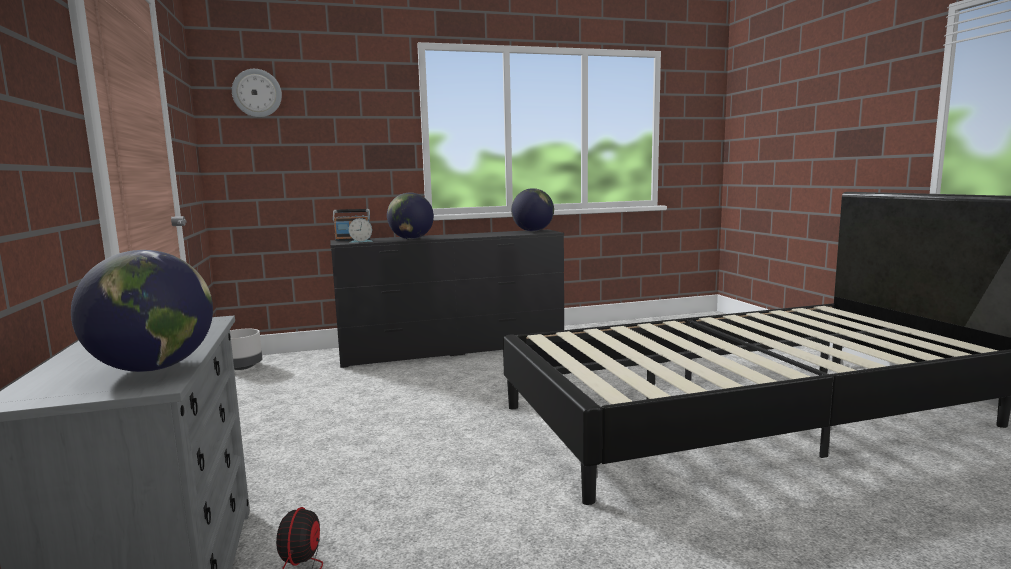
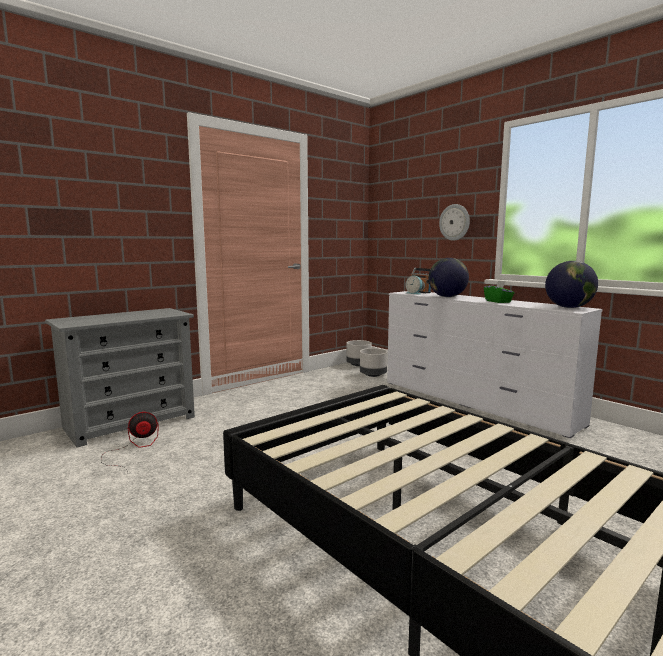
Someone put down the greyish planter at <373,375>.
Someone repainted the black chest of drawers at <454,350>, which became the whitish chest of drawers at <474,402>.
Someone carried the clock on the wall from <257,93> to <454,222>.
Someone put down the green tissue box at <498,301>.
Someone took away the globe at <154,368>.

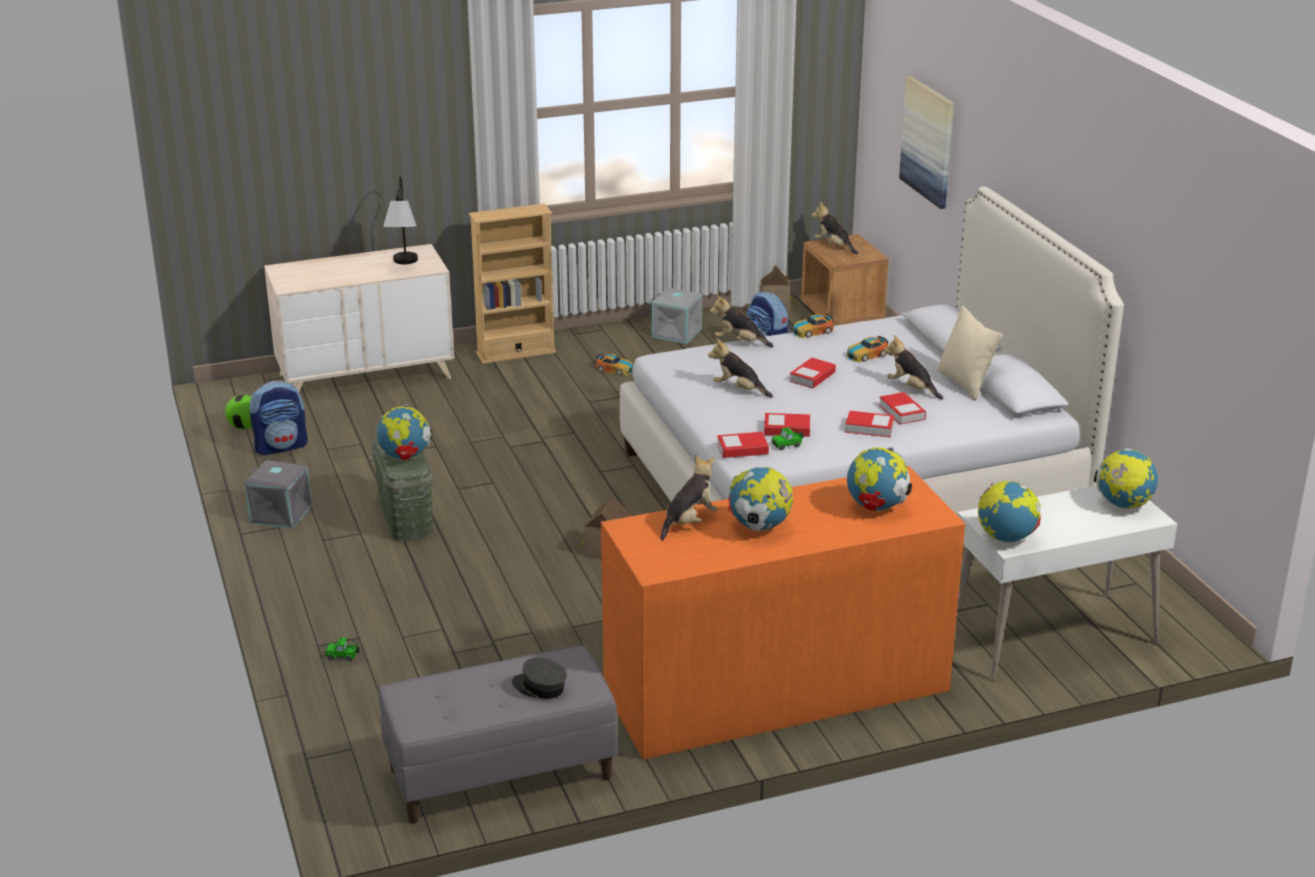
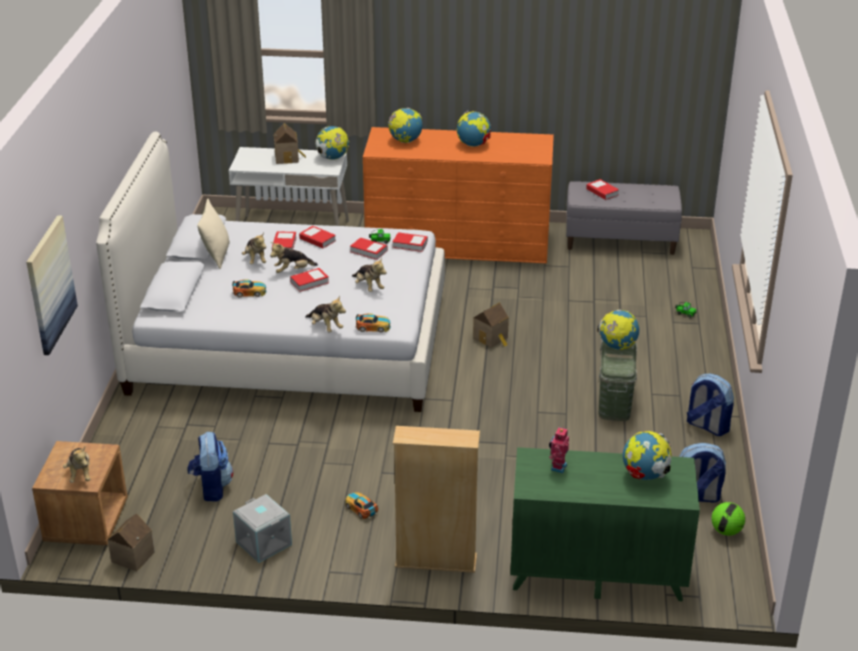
Someone carried the cuddly toy from <689,522> to <292,271>.
Someone put down the model house at <288,158>.
Someone carried the toy car from <812,331> to <373,327>.
Someone repainted the sand-coloured chest of drawers at <366,376>, which became the green chest of drawers at <596,571>.
Someone swapped the table lamp at <403,266> for the model robot at <557,467>.
Someone swapped the greyish baseball cap at <539,687> for the book at <602,192>.
Someone carried the globe from <1123,505> to <644,475>.
Someone swapped the greyish storage box at <281,514> for the backpack at <706,426>.

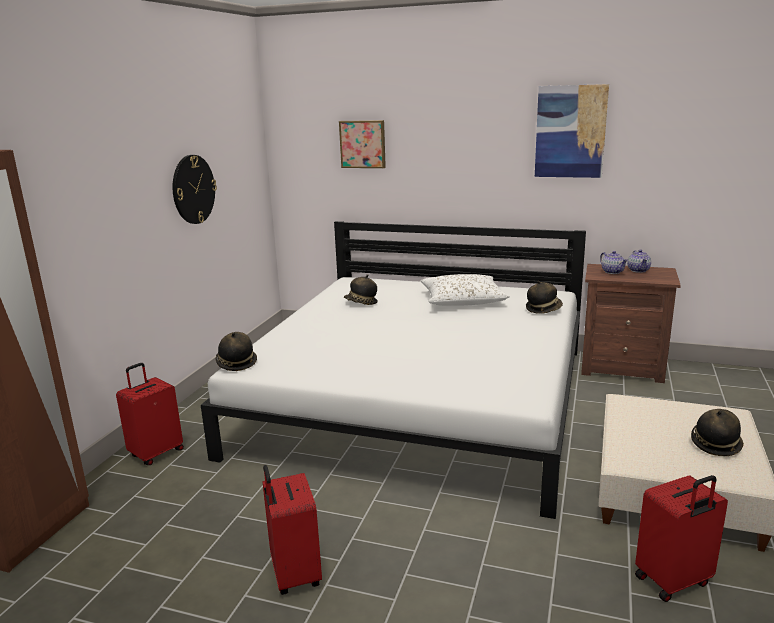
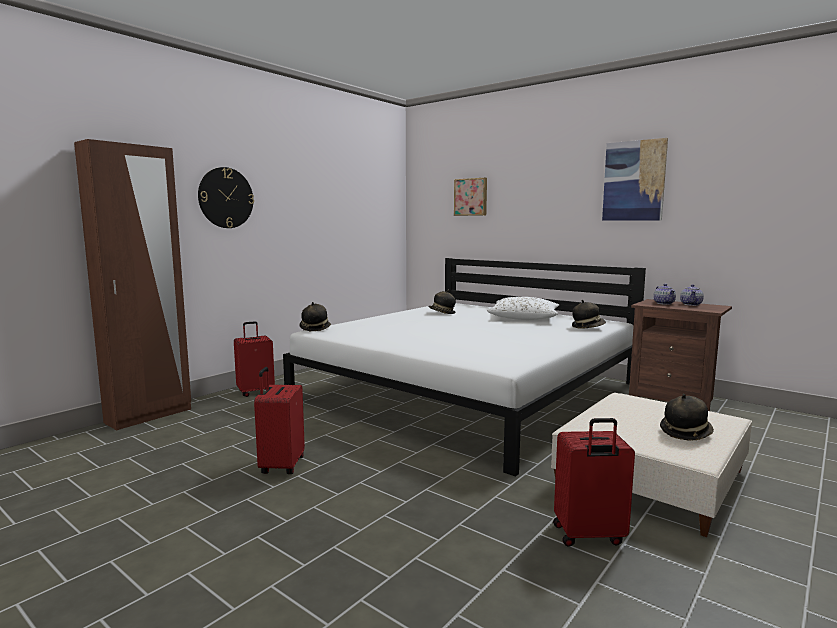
Someone carried the clock on the wall from <193,189> to <226,198>.

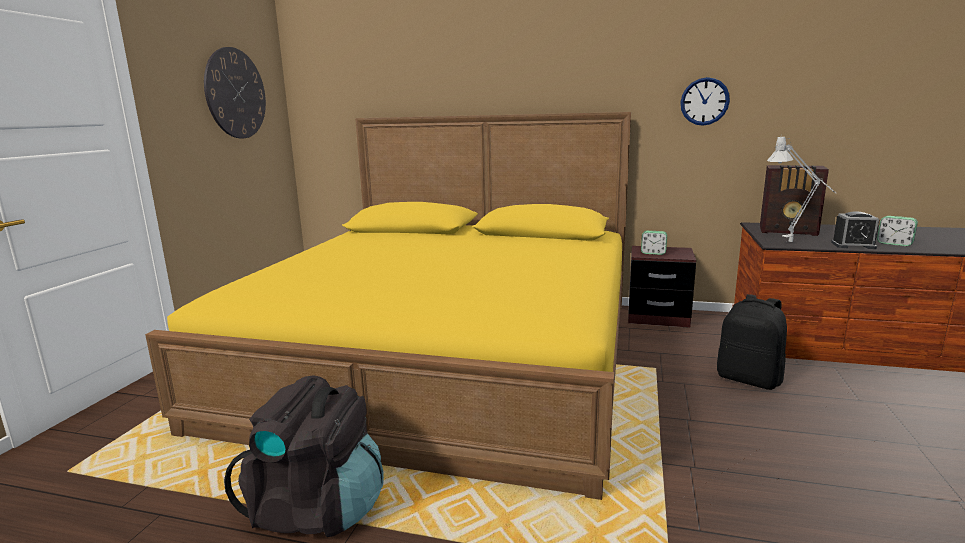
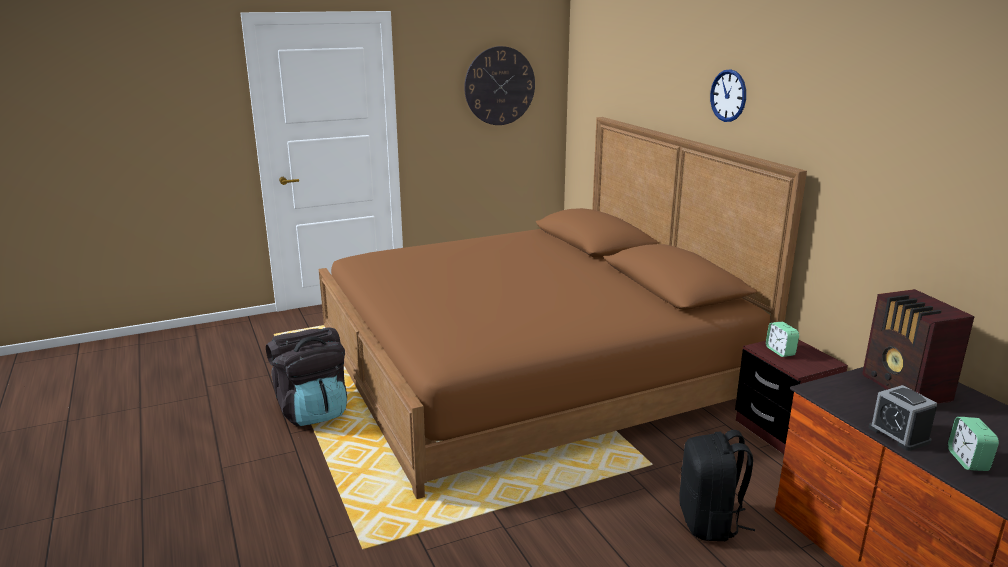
Someone repainted the yellowish bed at <446,356>, which became the brown-coloured bed at <530,368>.
Someone carried the clock on the wall from <704,101> to <728,95>.
Someone took away the greyish table lamp at <794,243>.

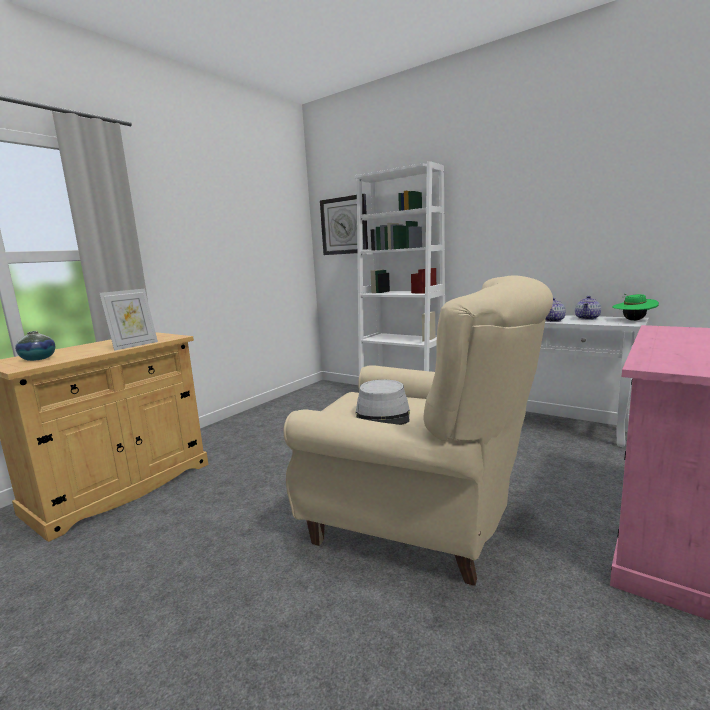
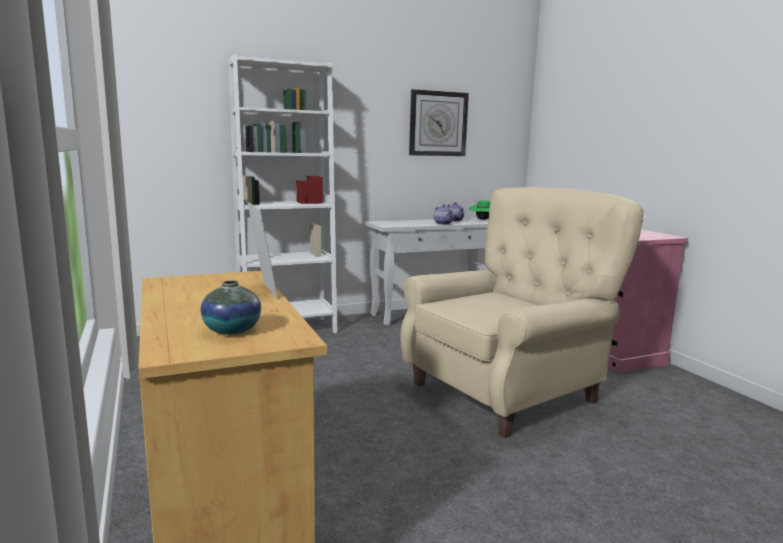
Someone carried the clock on the wall from <344,226> to <438,124>.
Someone took away the greyish wearable hat at <383,415>.

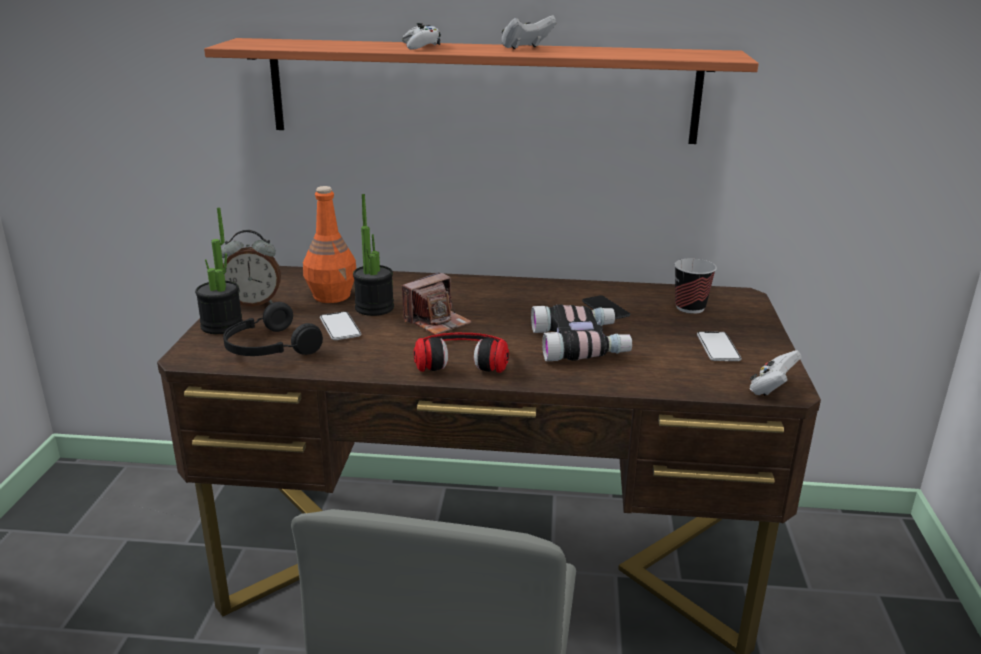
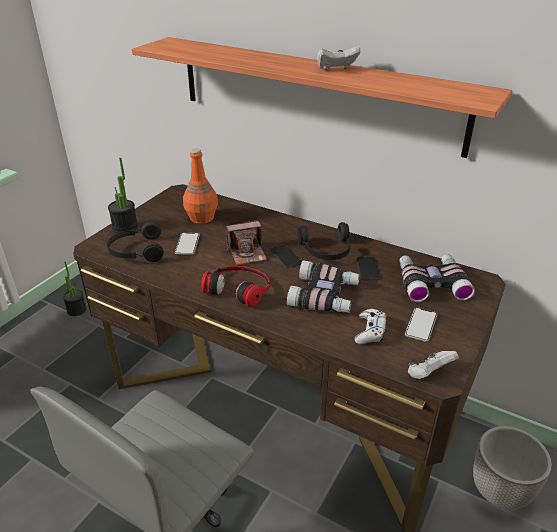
Someone carried the plant in a pot from <374,308> to <76,310>.
Someone put down the handset at <285,257>.
Someone put down the black pair of headphones at <326,250>.
Someone carried the whitish gamepad from <421,46> to <370,331>.
Someone swapped the drinking cup at <690,307> for the binoculars at <431,283>.
Someone put down the planter at <500,492>.
Someone took away the alarm clock at <254,302>.

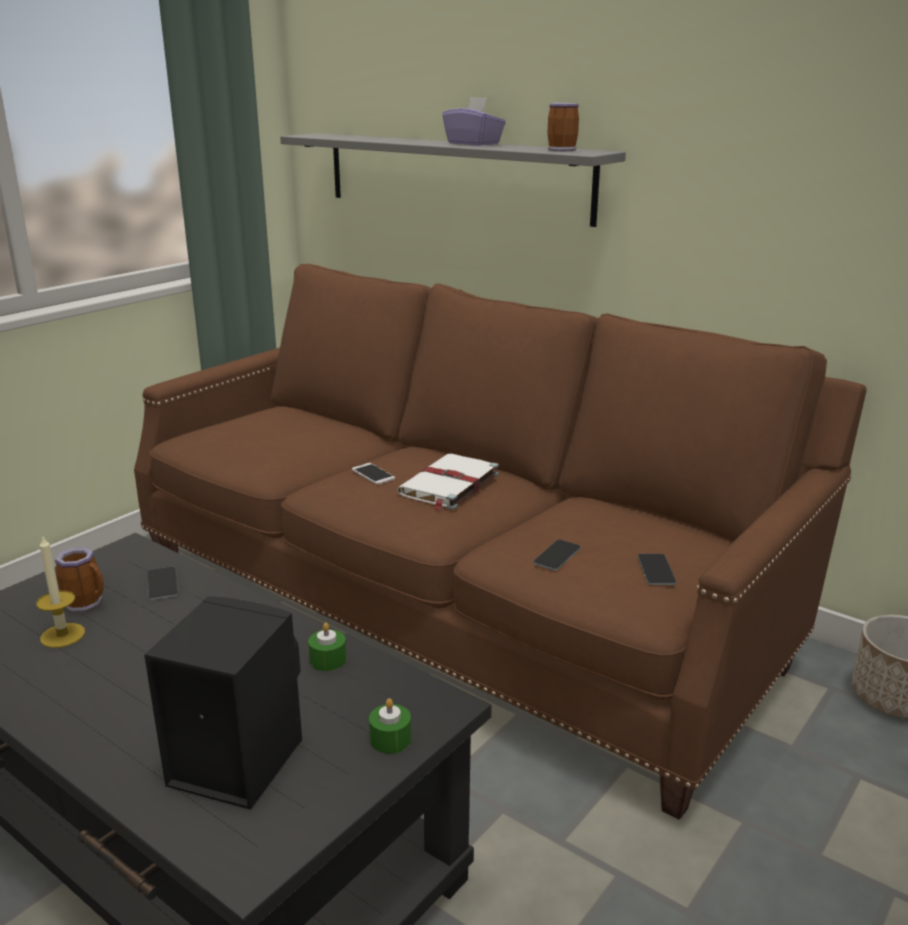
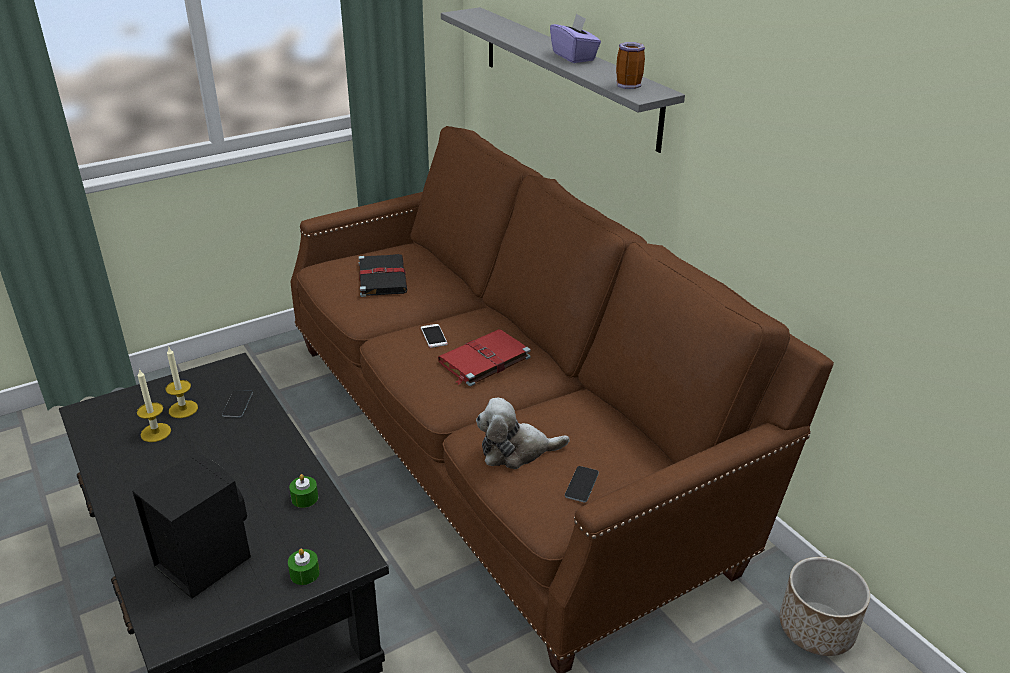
Someone swapped the mug at <87,603> for the candle at <183,409>.
Someone put down the black book at <382,277>.
Someone repainted the whitish book at <448,485>, which became the red-coloured book at <483,360>.
Someone swapped the handset at <557,555> for the cuddly toy at <516,451>.

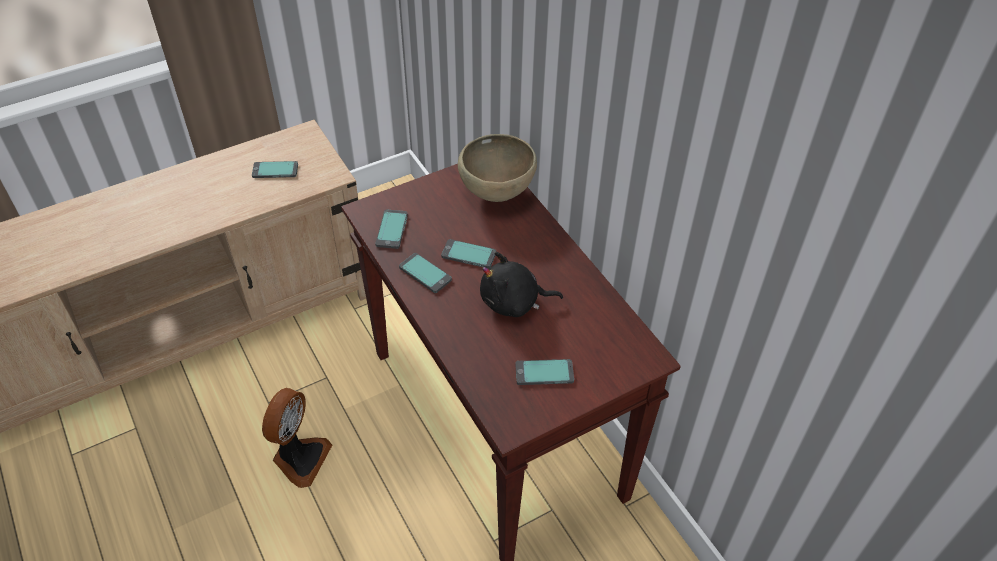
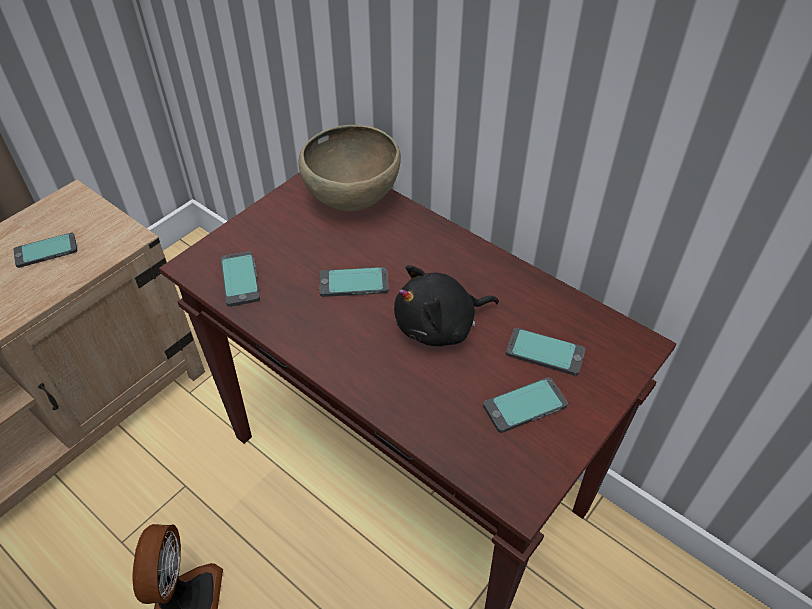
Someone carried the handset from <425,273> to <545,352>.

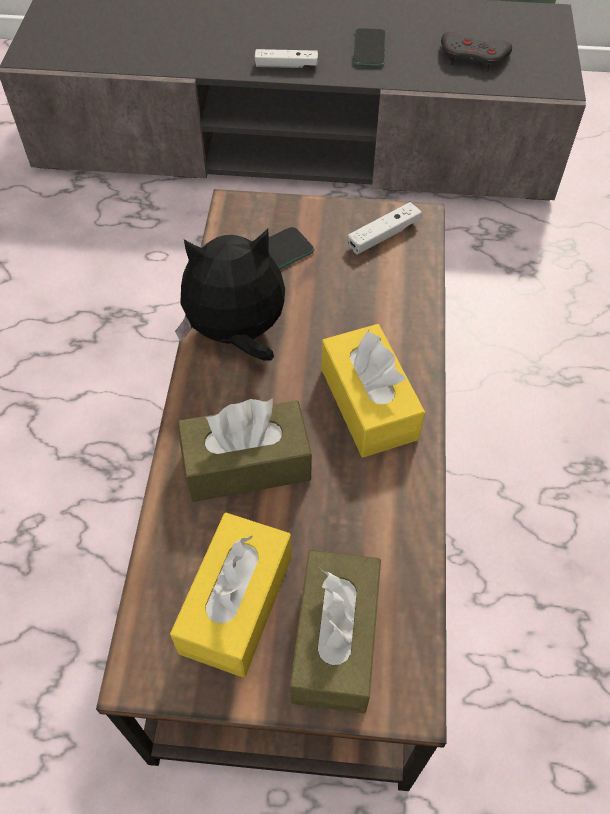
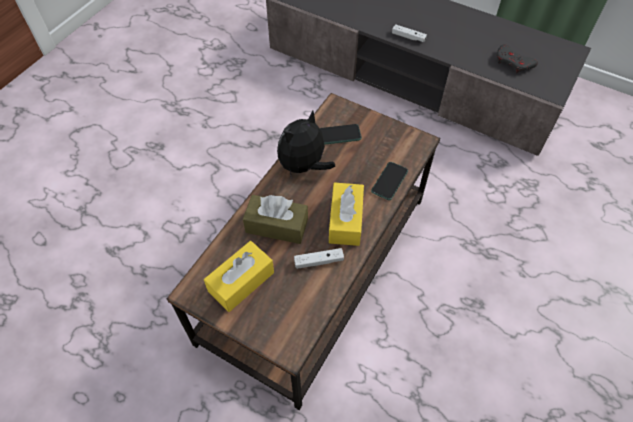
Someone rotated the cuddly toy at <237,334> by 60 degrees counterclockwise.
Someone carried the whitish gamepad from <383,235> to <318,261>.
Someone carried the handset from <369,49> to <389,181>.
Someone took away the brown-coloured tissue box at <335,639>.

